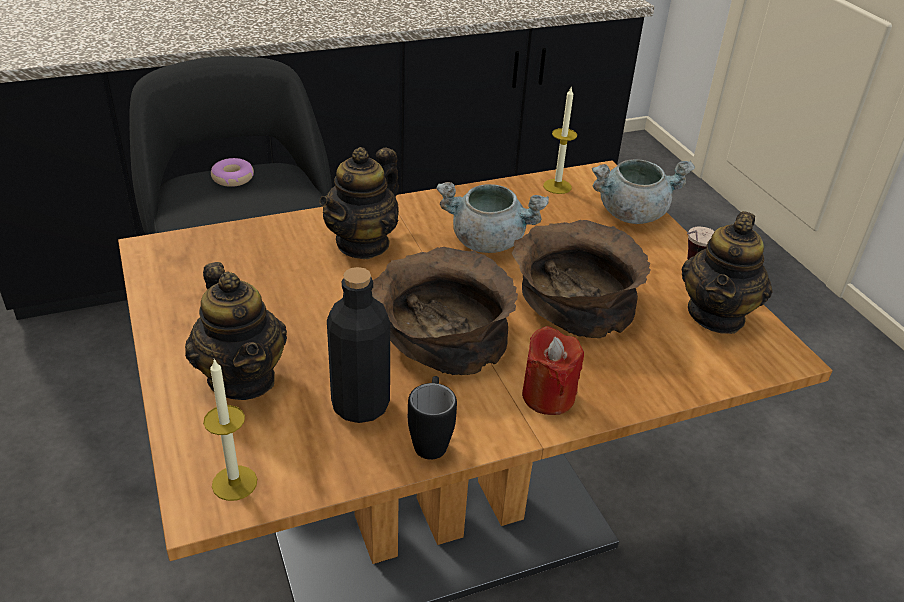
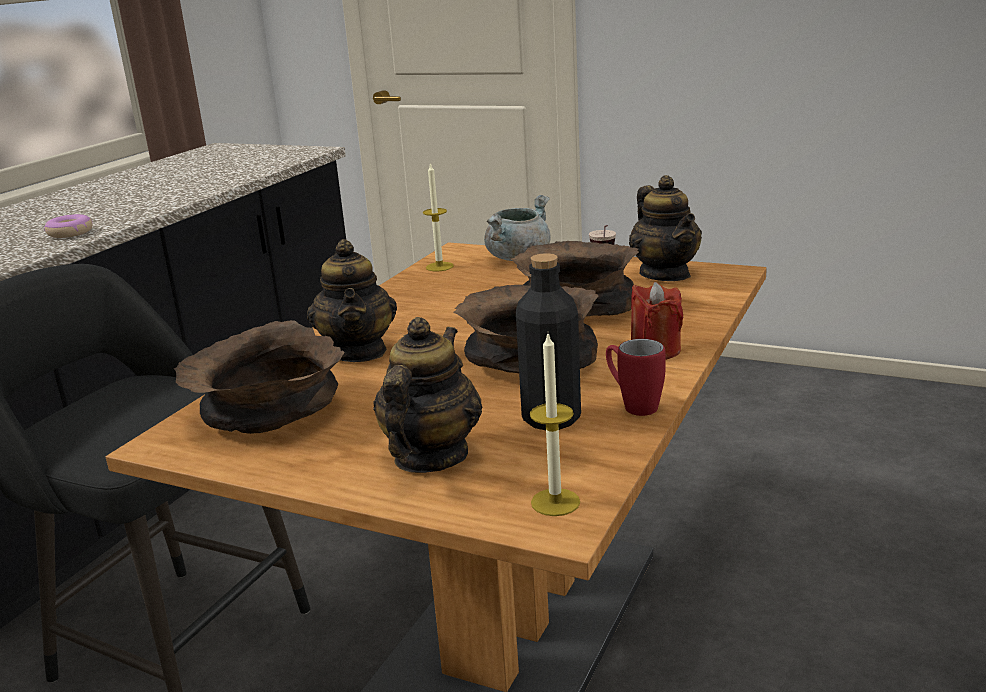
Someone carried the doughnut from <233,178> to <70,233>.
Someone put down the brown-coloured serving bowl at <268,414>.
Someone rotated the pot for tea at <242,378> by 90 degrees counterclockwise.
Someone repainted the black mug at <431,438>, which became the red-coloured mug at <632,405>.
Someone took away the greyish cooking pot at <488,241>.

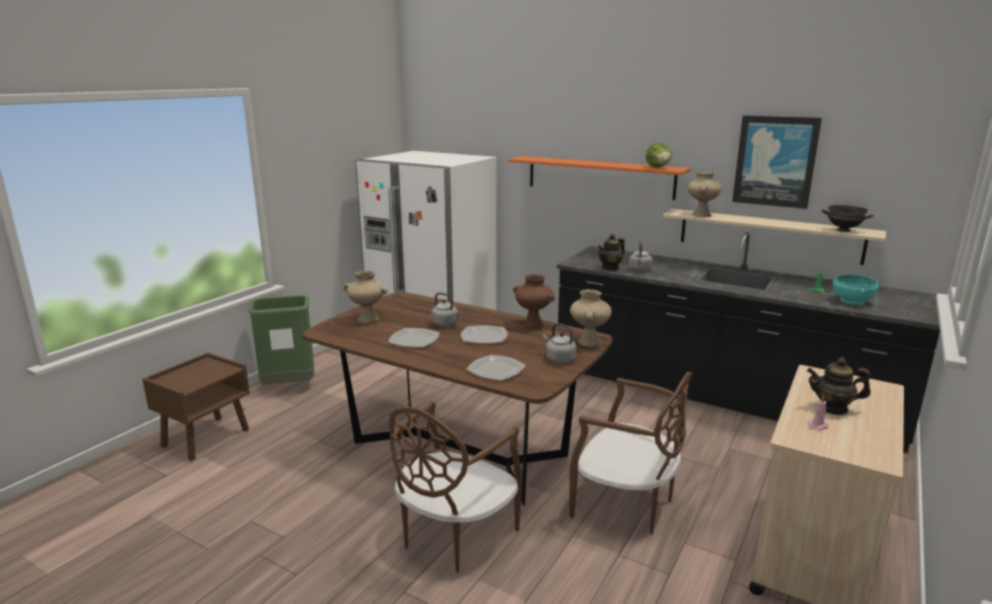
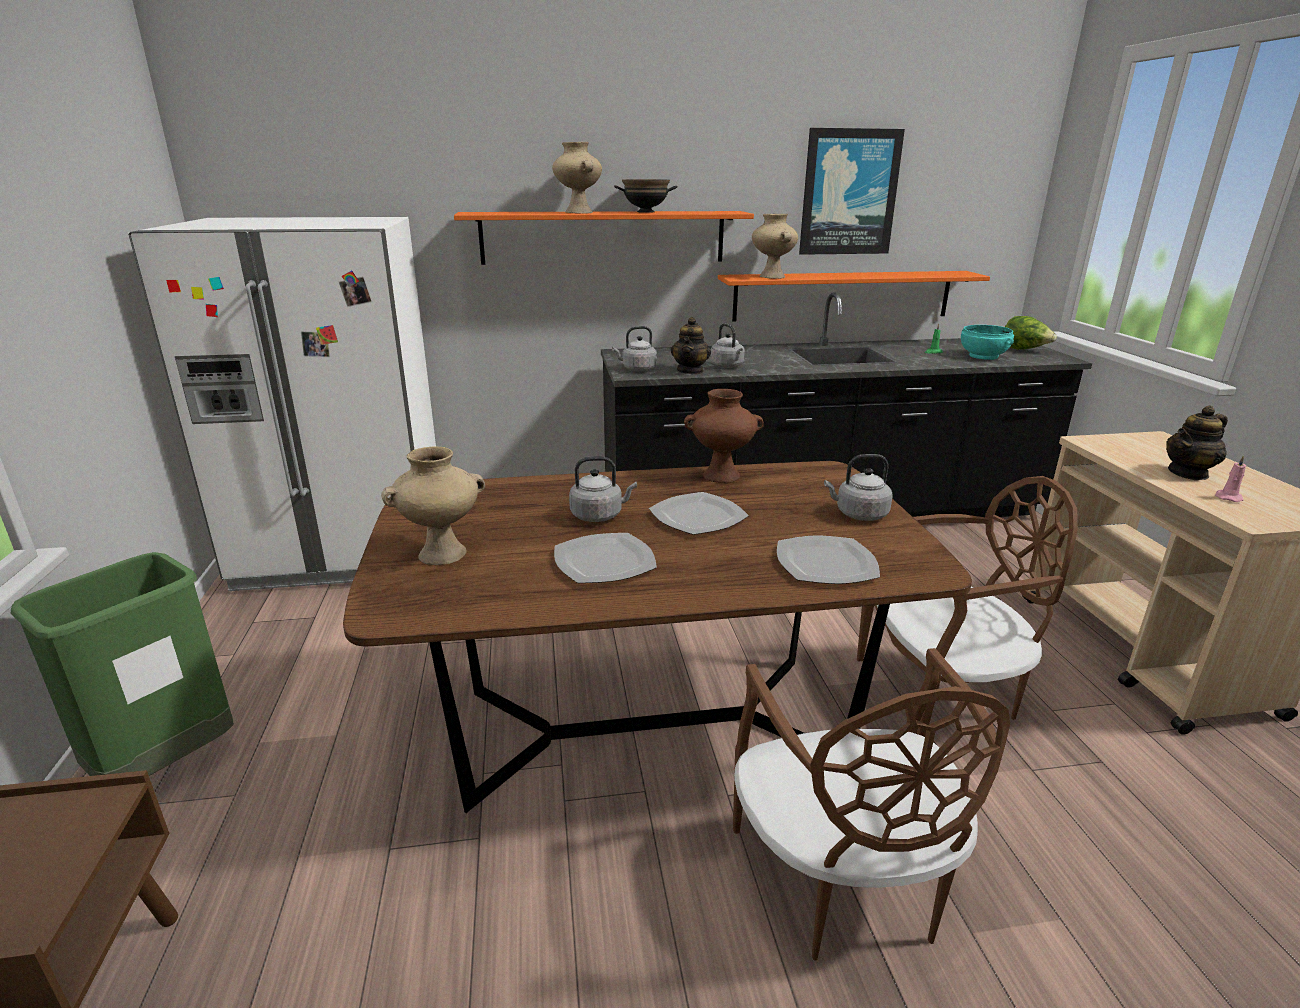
Someone carried the sand-coloured decorative vase from <588,342> to <578,212>.
Someone put down the greyish kettle at <637,369>.
Someone carried the black serving bowl from <844,230> to <646,212>.
Someone repainted the sand-coloured wall shelf at <768,235>, which became the orangey wall shelf at <842,295>.
Someone carried the lettuce head from <658,168> to <1024,350>.

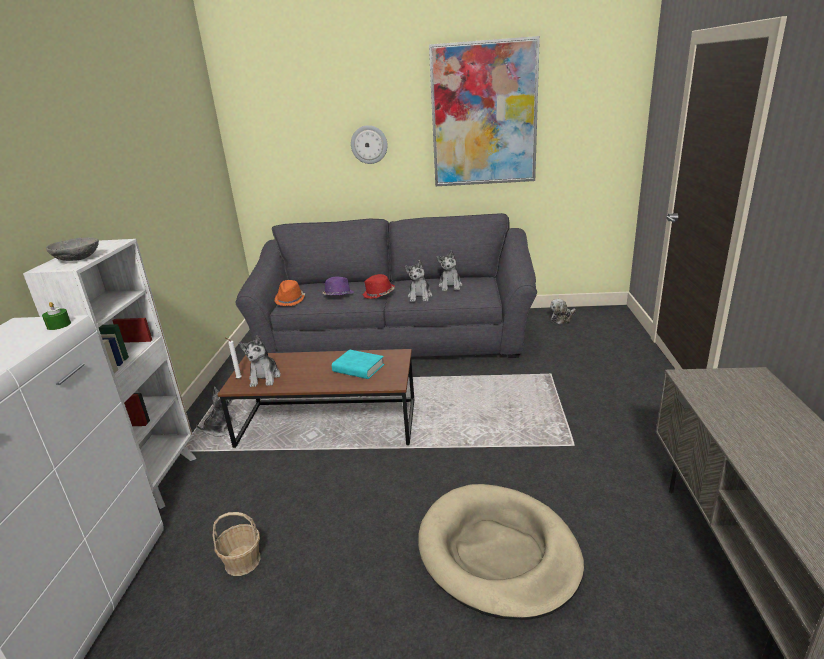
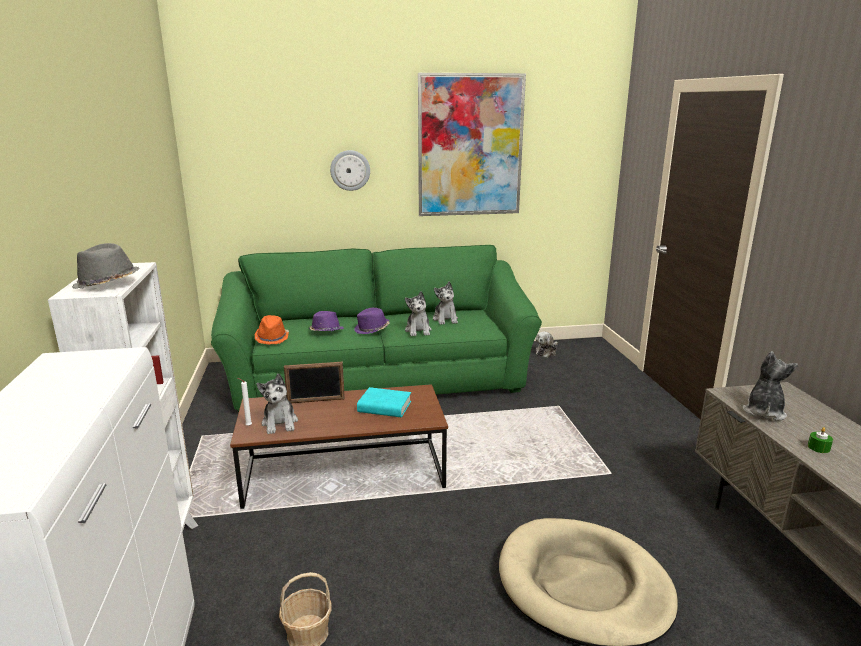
Someone swapped the greyish serving bowl at <77,260> for the greyish wearable hat at <106,284>.
Someone repainted the greyish couch at <394,336>, which became the green couch at <379,376>.
Someone put down the picture frame at <316,401>.
Someone repainted the red-coloured wearable hat at <378,294>, which became the purple wearable hat at <372,329>.
Someone carried the cuddly toy from <222,428> to <763,412>.
Someone carried the green candle from <59,325> to <818,448>.

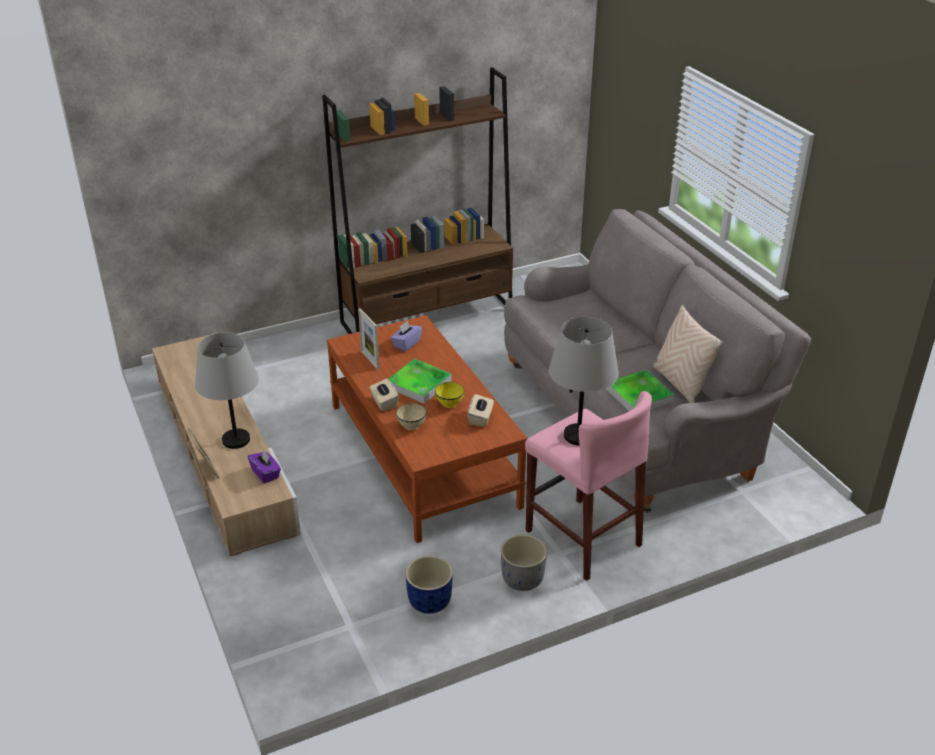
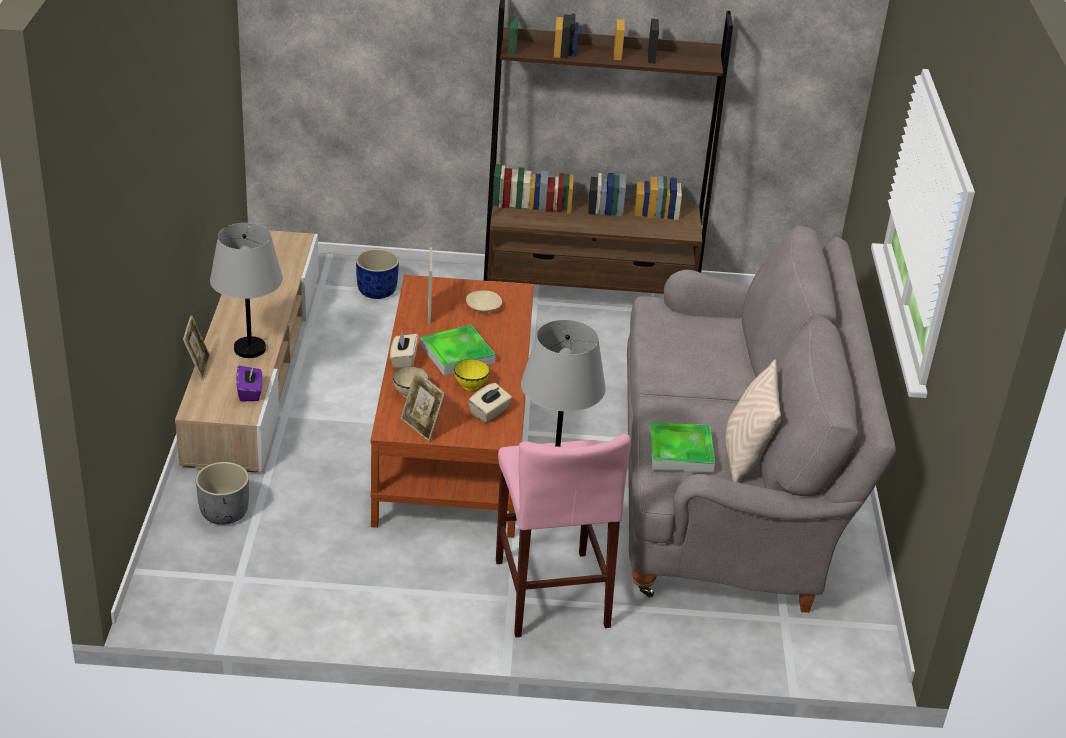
Someone carried the greyish planter from <522,579> to <223,513>.
Someone carried the blue planter from <429,601> to <376,291>.
Someone put down the picture frame at <422,427>.
Someone swapped the purple tissue box at <406,344> for the sand-coloured serving bowl at <483,307>.

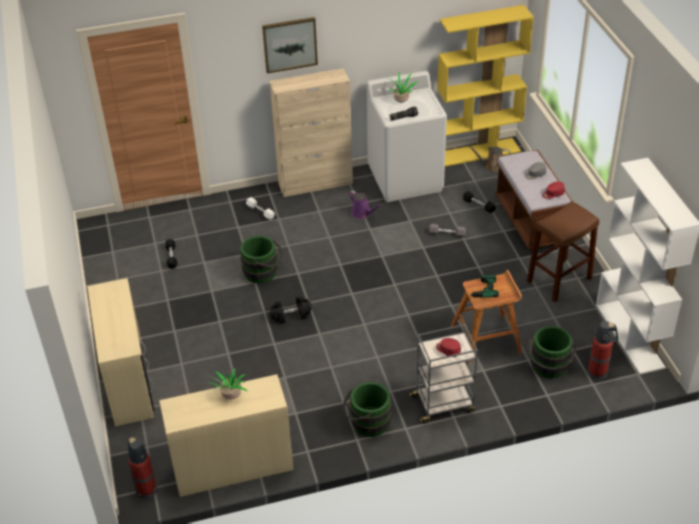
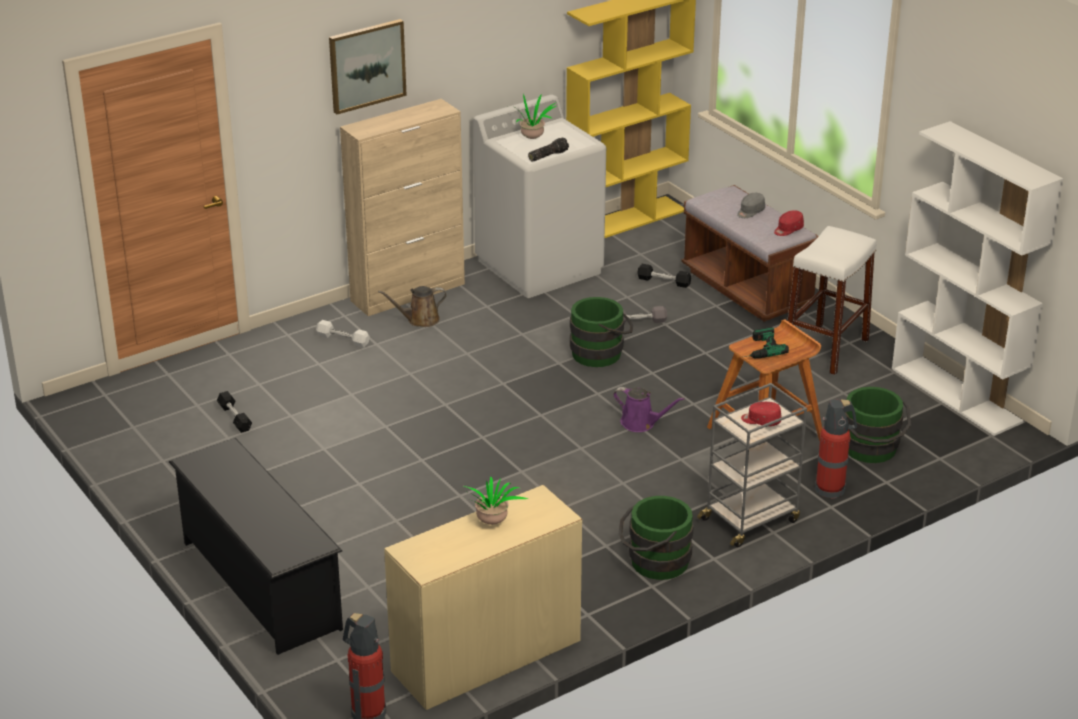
Someone swapped the sand-coloured desk at <129,381> for the black shoe rack at <260,584>.
Someone carried the brown-coloured sprinkling can from <492,166> to <420,320>.
Someone carried the green water bucket from <264,272> to <601,353>.
Someone carried the purple sprinkling can from <362,213> to <641,423>.
Someone repainted the brown-coloured stool seat at <559,280>, which became the whitish stool seat at <825,349>.
Someone carried the extinguisher from <598,372> to <831,489>.
Someone took away the black dumbbell at <291,315>.

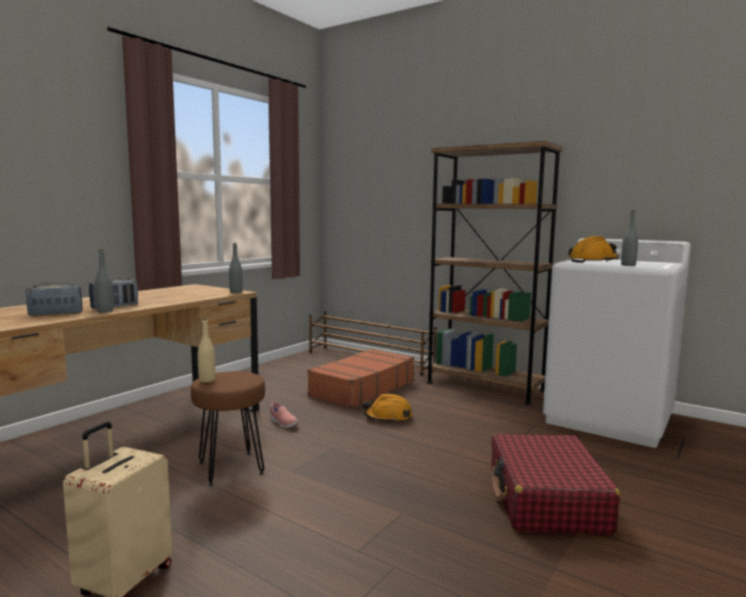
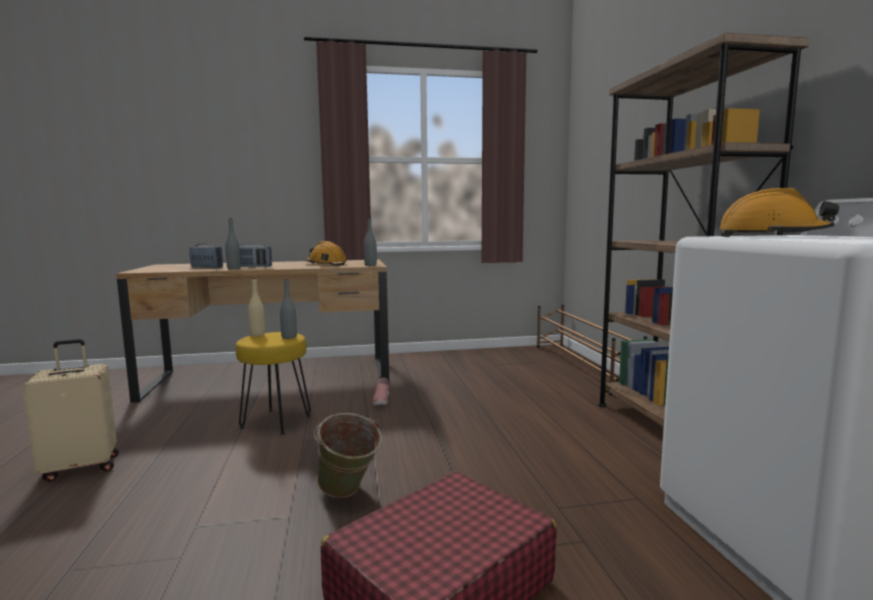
Someone repainted the brown-coloured stool seat at <230,468>, which became the yellowish stool seat at <275,422>.
Someone carried the greyish bottle from <628,265> to <289,337>.
Someone carried the orangey work helmet from <388,417> to <326,264>.
Someone put down the green water bucket at <348,494>.
Someone took away the brown-coloured travel case at <361,389>.

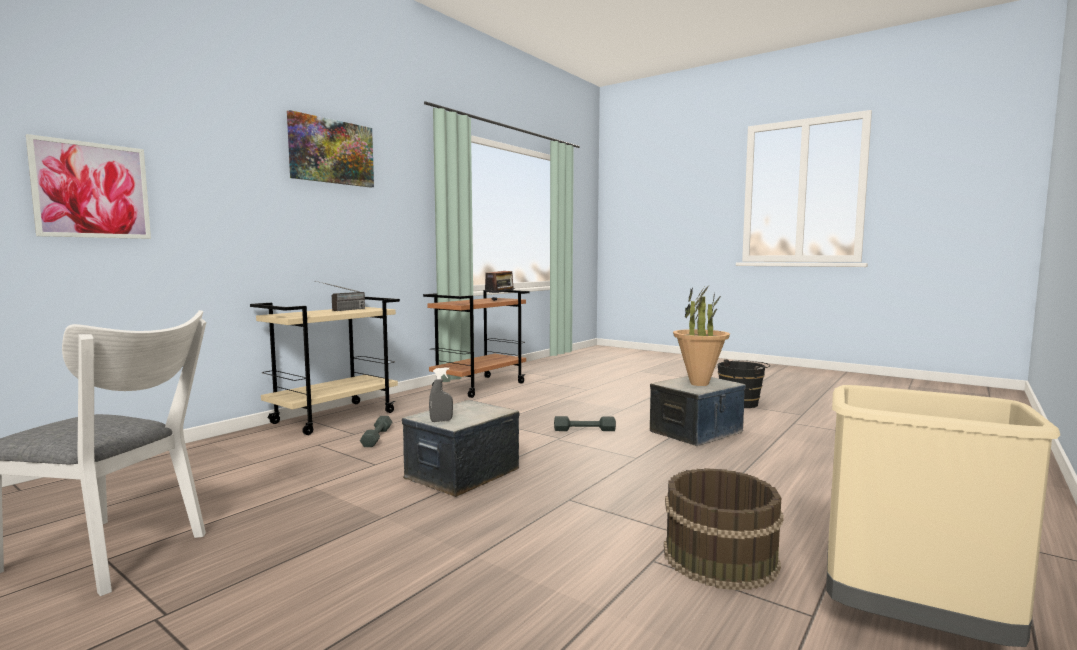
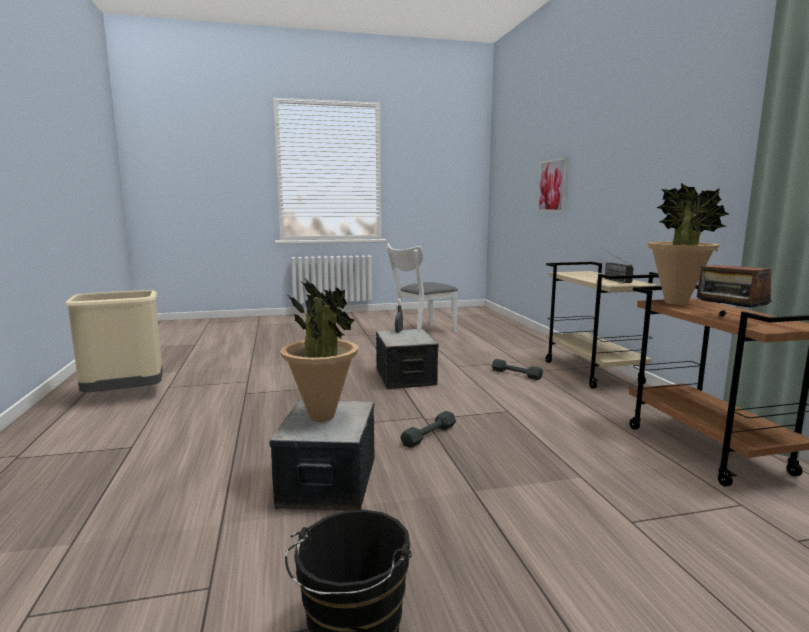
Someone put down the plant in a pot at <676,303>.
Someone took away the picture at <331,152>.
Someone took away the brown-coloured water bucket at <718,557>.

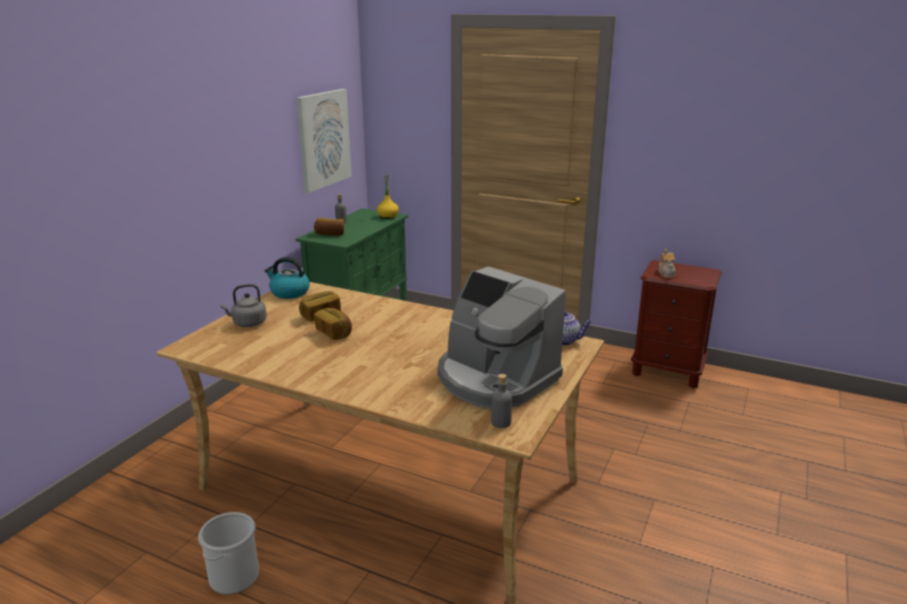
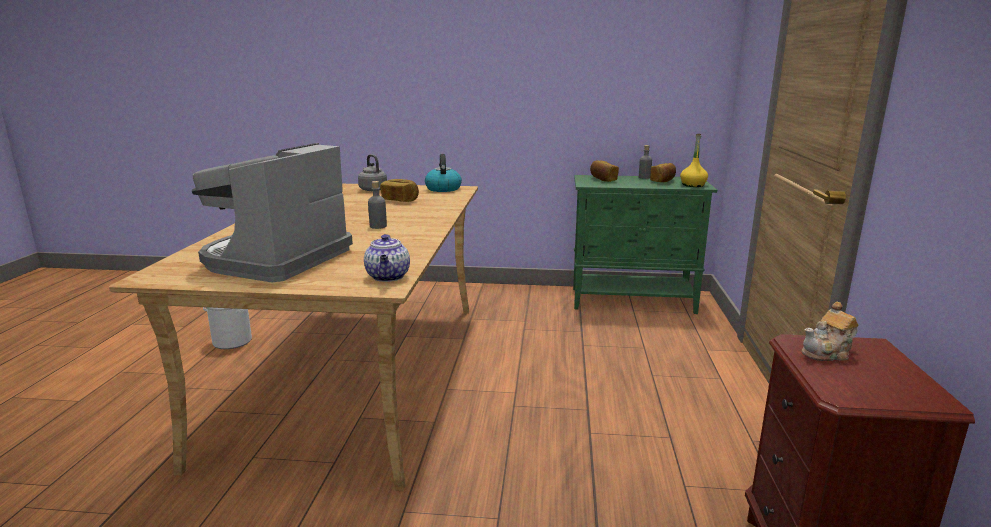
Someone carried the greyish bottle from <501,422> to <378,226>.
Someone carried the bread from <334,333> to <663,181>.
Someone took away the picture at <323,139>.

